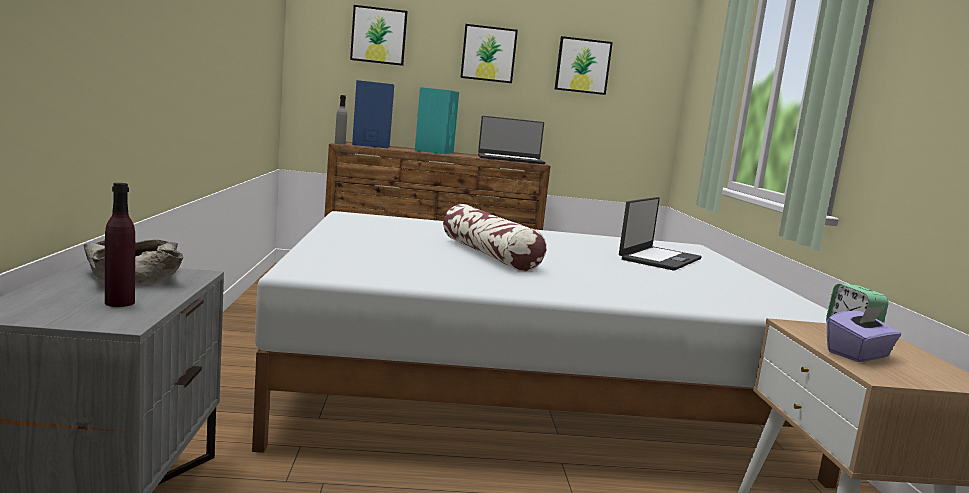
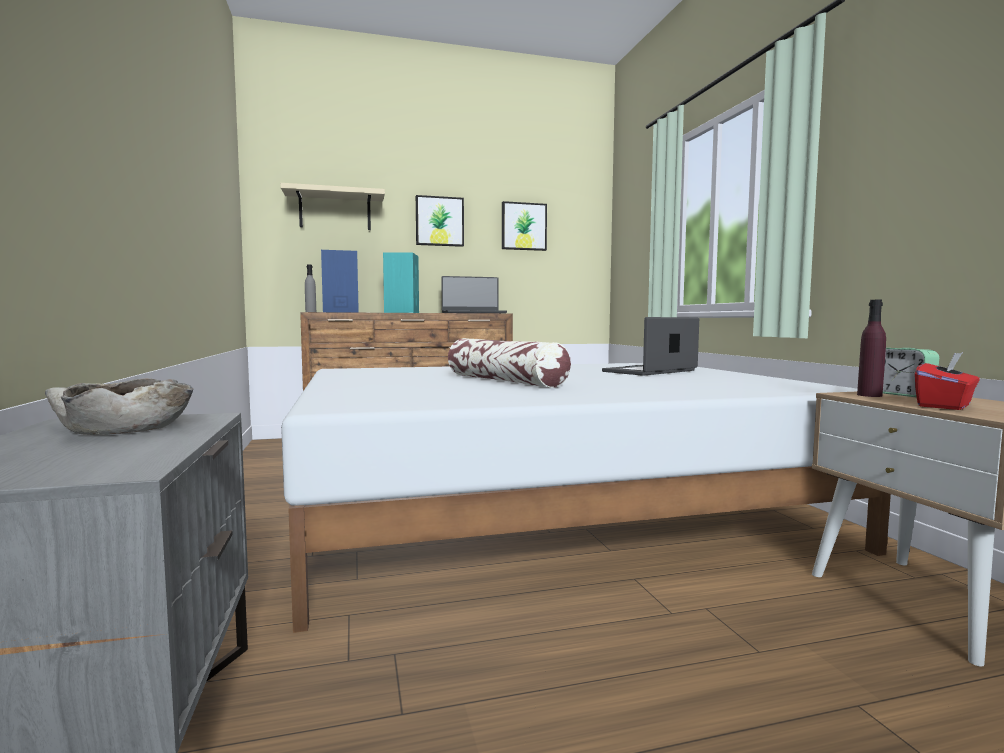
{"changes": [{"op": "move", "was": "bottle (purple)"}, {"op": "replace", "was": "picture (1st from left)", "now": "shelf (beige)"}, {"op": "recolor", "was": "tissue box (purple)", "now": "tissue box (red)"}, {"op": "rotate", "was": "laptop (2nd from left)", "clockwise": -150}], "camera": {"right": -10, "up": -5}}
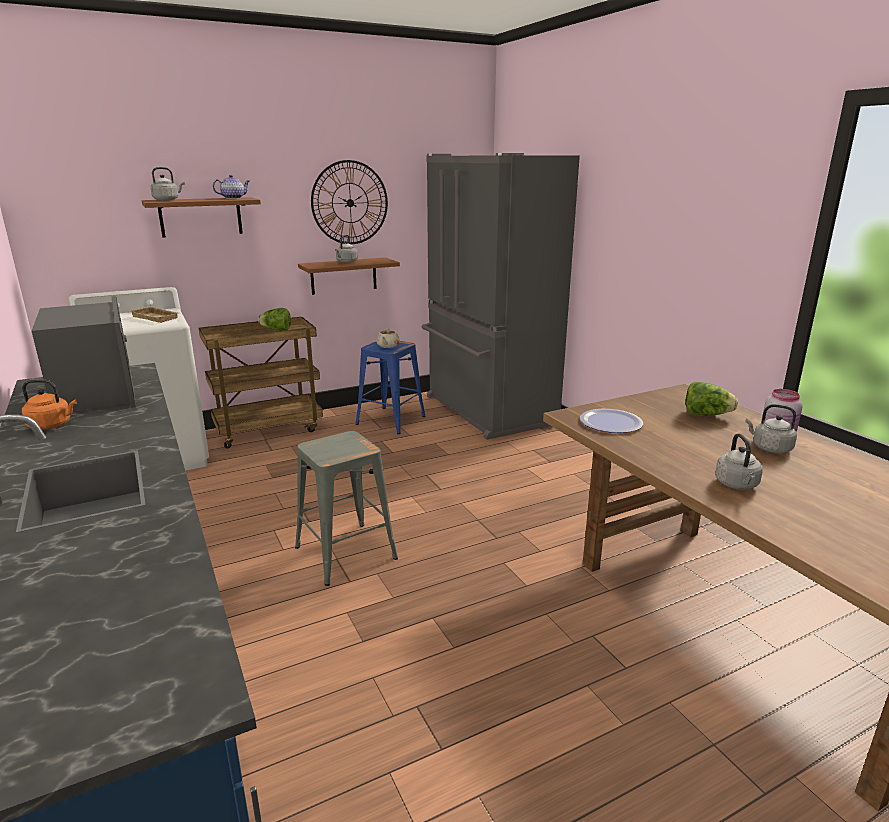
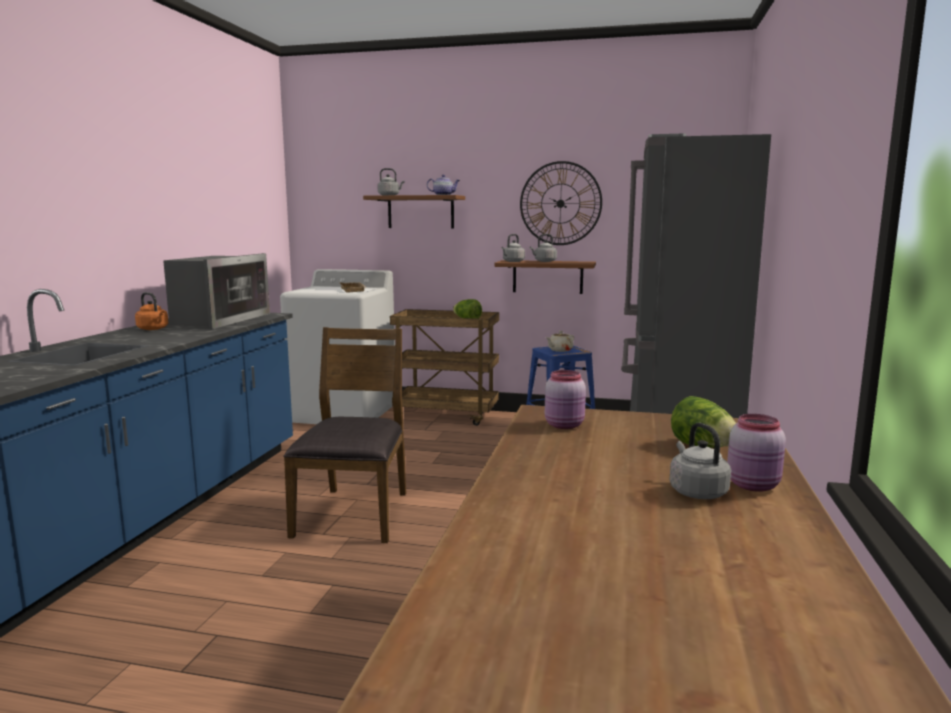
{"changes": [{"op": "move", "was": "kettle (grey) (3rd from left in the first image)", "now": "kettle (grey) (2nd from left)"}, {"op": "replace", "was": "stool (grey)", "now": "chair (brown)"}, {"op": "replace", "was": "plate", "now": "jar (pink) (1st from left)"}], "camera": {"right": 40, "up": -10}}
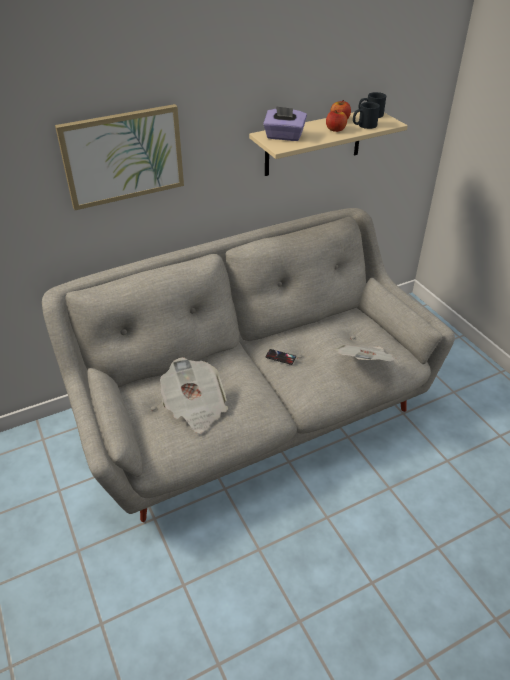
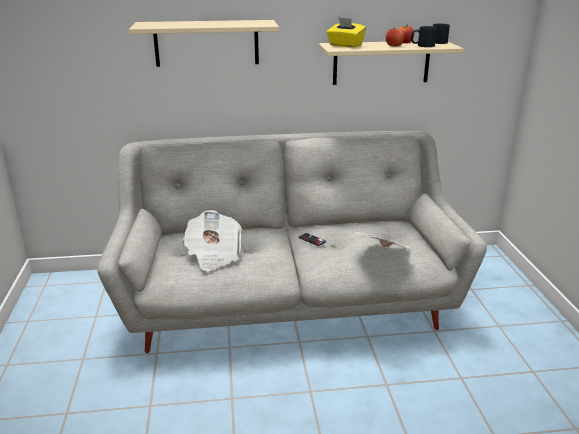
{"changes": [{"op": "replace", "was": "picture", "now": "shelf (beige) (1st from left)"}, {"op": "recolor", "was": "tissue box (purple)", "now": "tissue box (yellow)"}], "camera": {"right": 20, "up": -15}}
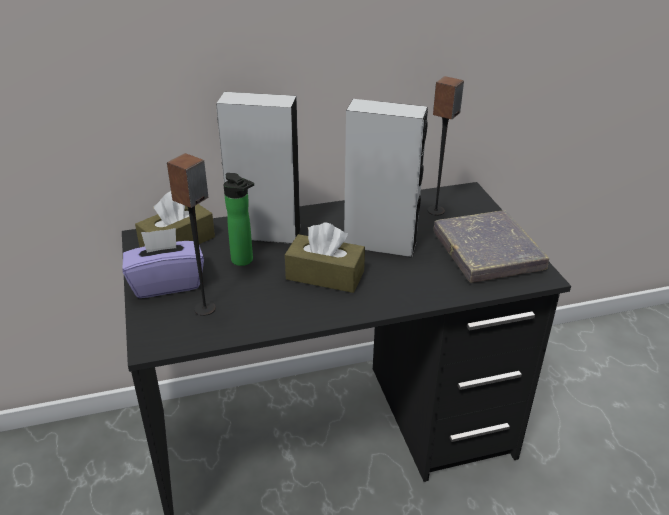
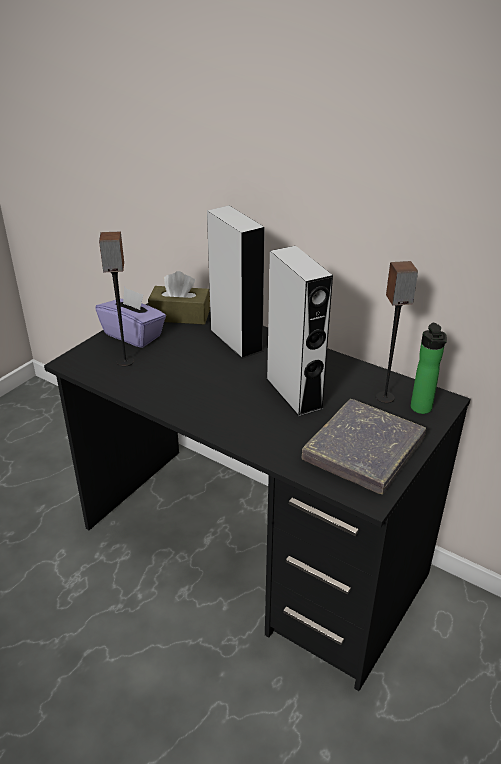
{"changes": [{"op": "delete", "was": "tissue box (brown) (2nd from left)"}, {"op": "move", "was": "bottle"}], "camera": {"right": 50, "up": 0}}
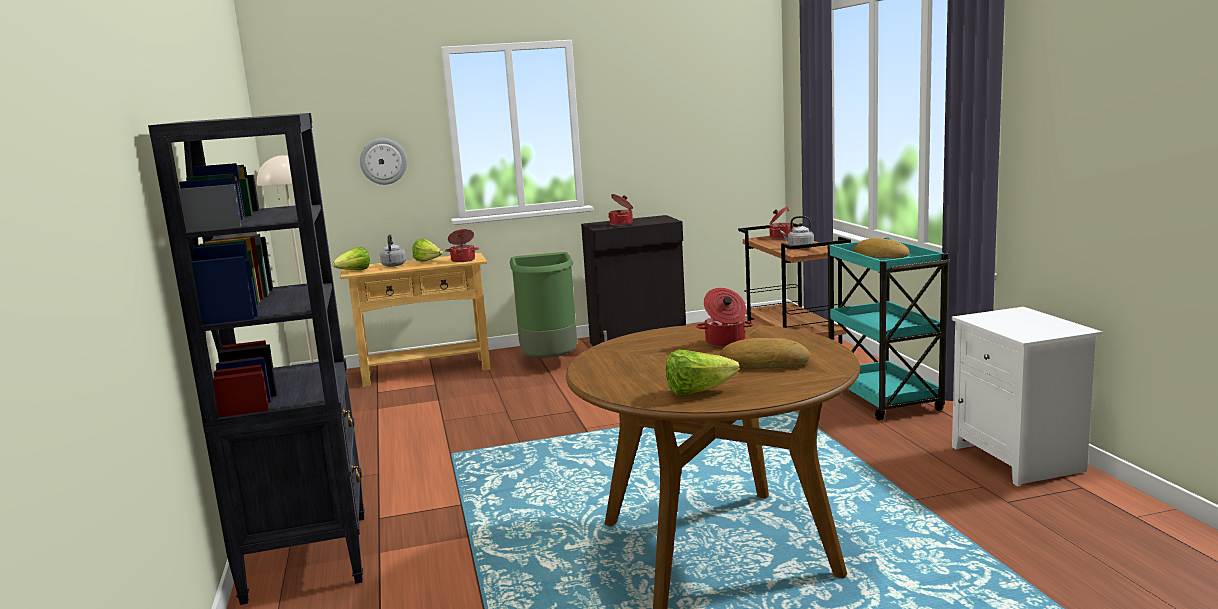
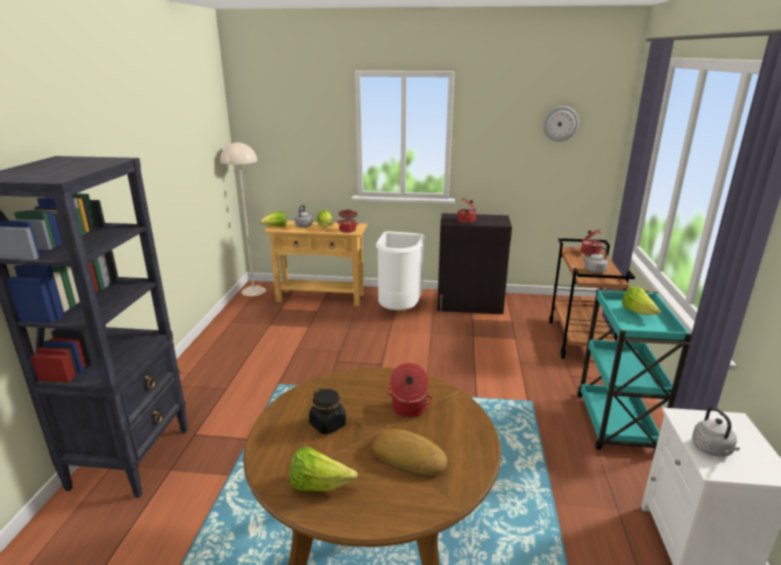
{"changes": [{"op": "insert", "now": "jar (black)"}, {"op": "insert", "now": "kettle (grey) (3rd from left)"}, {"op": "move", "was": "wall clock"}, {"op": "replace", "was": "bread (2nd from left)", "now": "lettuce (4th from left)"}, {"op": "recolor", "was": "trash can (green)", "now": "trash can (white)"}], "camera": {"right": 20, "up": 10}}
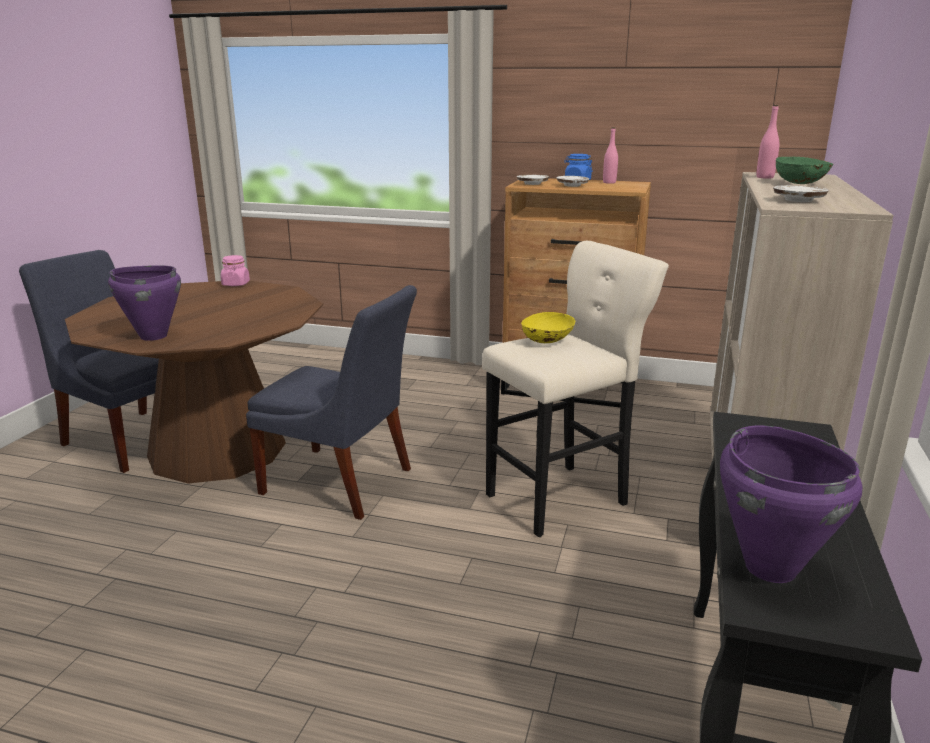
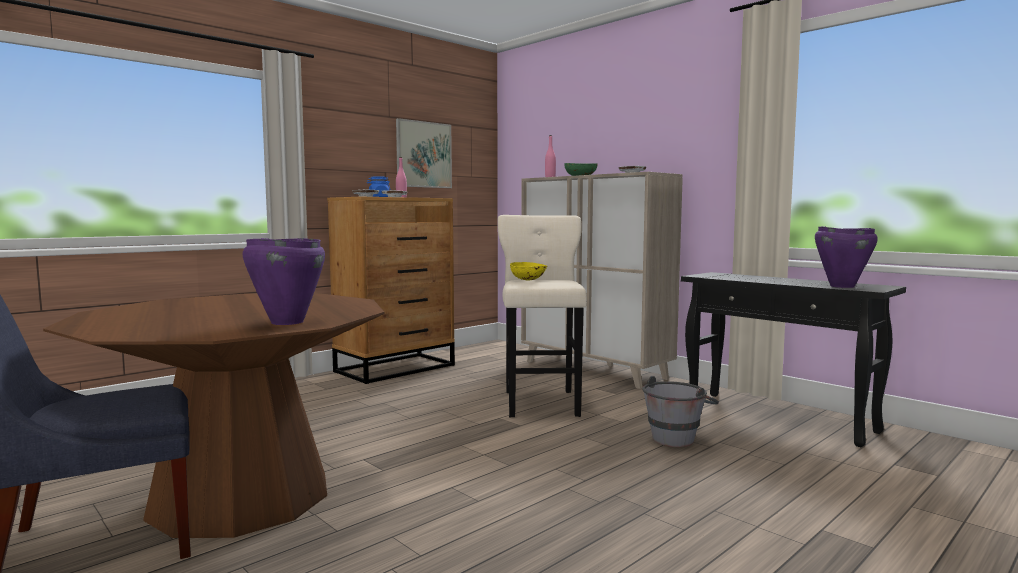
{"changes": [{"op": "delete", "was": "jar (pink)"}, {"op": "delete", "was": "chair (blue) (2nd from left)"}, {"op": "insert", "now": "picture"}, {"op": "insert", "now": "bucket (grey)"}], "camera": {"right": -60, "up": -15}}
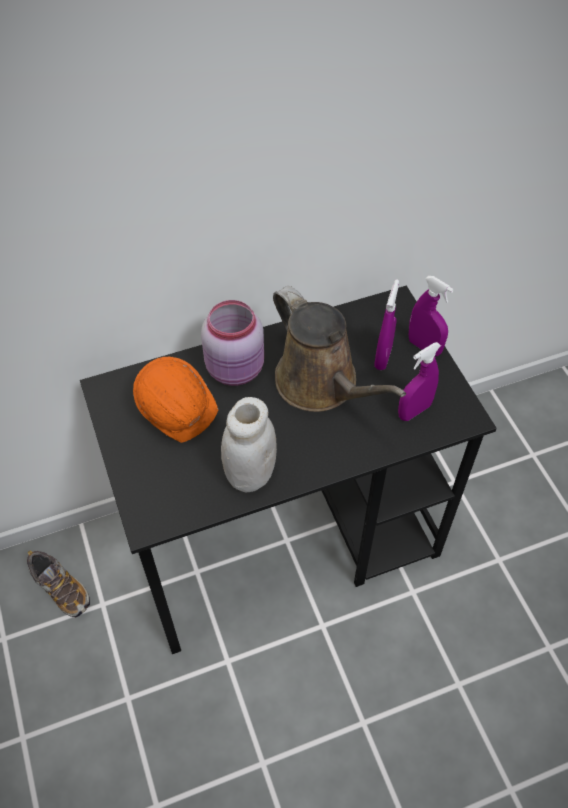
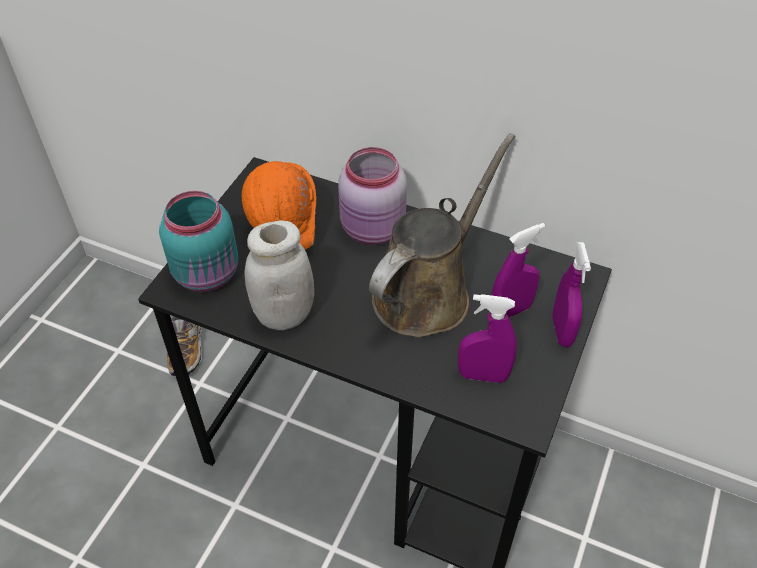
{"changes": [{"op": "insert", "now": "jar (turquoise)"}, {"op": "rotate", "was": "watering can (brown)", "clockwise": -150}], "camera": {"right": 45, "up": -5}}
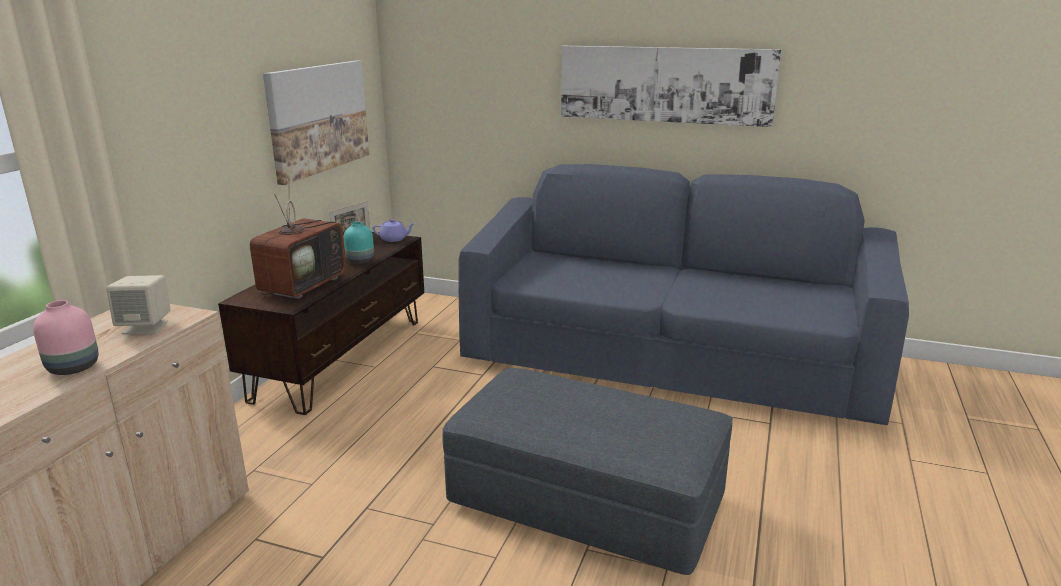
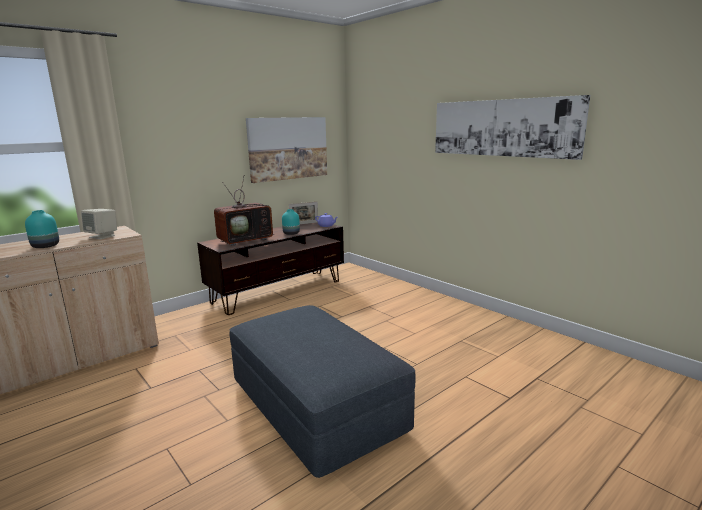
{"changes": [{"op": "delete", "was": "sofa (blue)"}, {"op": "recolor", "was": "vase (pink)", "now": "vase (turquoise) (1st from left)"}], "camera": {"right": 30, "up": -5}}
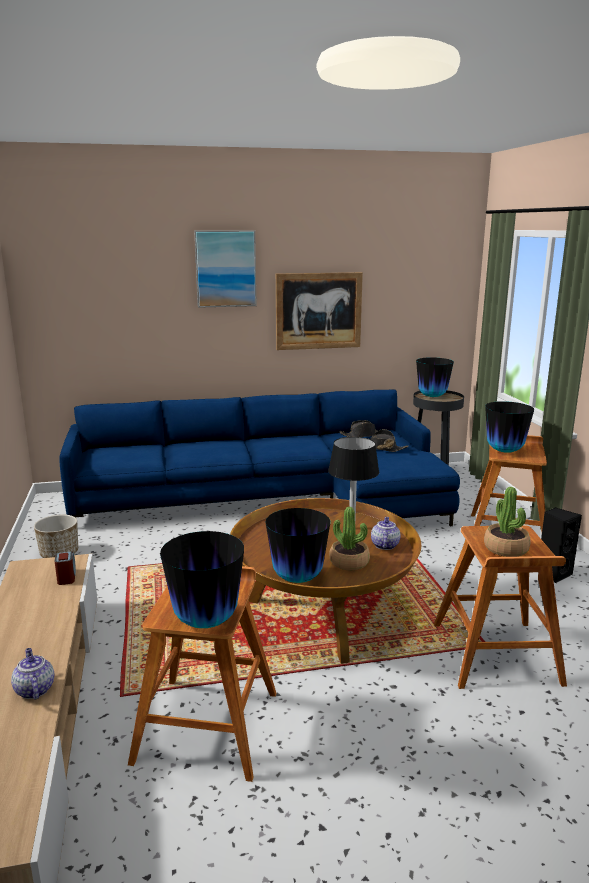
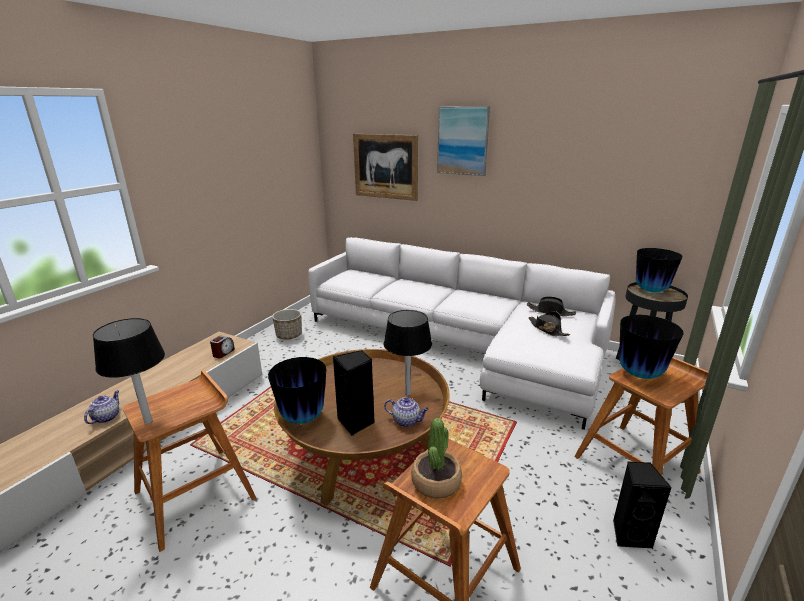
{"changes": [{"op": "move", "was": "picture (2nd from left in the first image)", "now": "picture (1st from left)"}, {"op": "replace", "was": "vase (1st from left)", "now": "table lamp (black) (1st from left)"}, {"op": "replace", "was": "potted plant (1st from left)", "now": "speaker (black) (1st from left)"}, {"op": "recolor", "was": "sofa (blue)", "now": "sofa (white)"}, {"op": "rotate", "was": "teapot (2nd from left)", "clockwise": 60}], "camera": {"right": 40, "up": 5}}
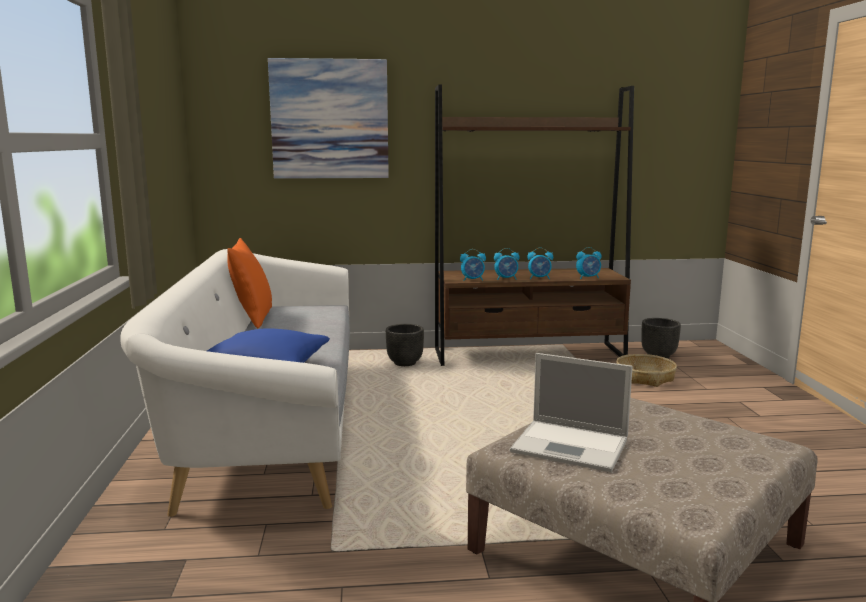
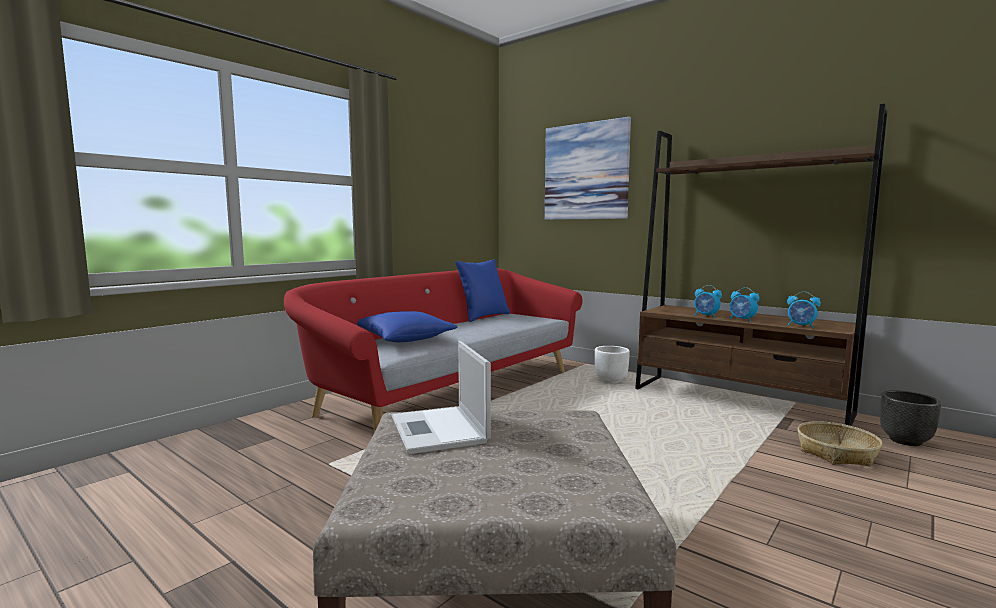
{"changes": [{"op": "delete", "was": "alarm clock (1st from left)"}, {"op": "recolor", "was": "sofa (white)", "now": "sofa (red)"}, {"op": "recolor", "was": "pillow (orange)", "now": "pillow (blue) (2nd from left)"}, {"op": "recolor", "was": "planter (black) (1st from left)", "now": "planter (white)"}], "camera": {"right": 45, "up": -5}}
